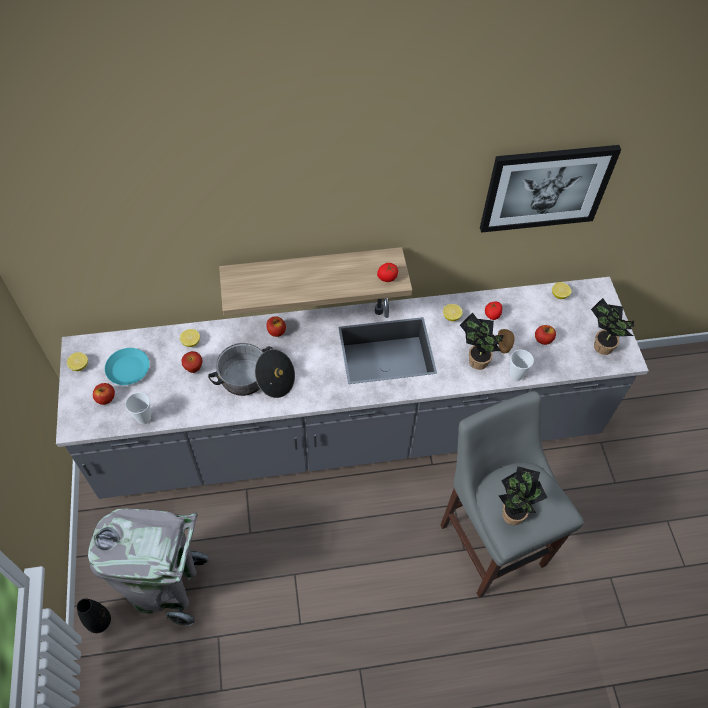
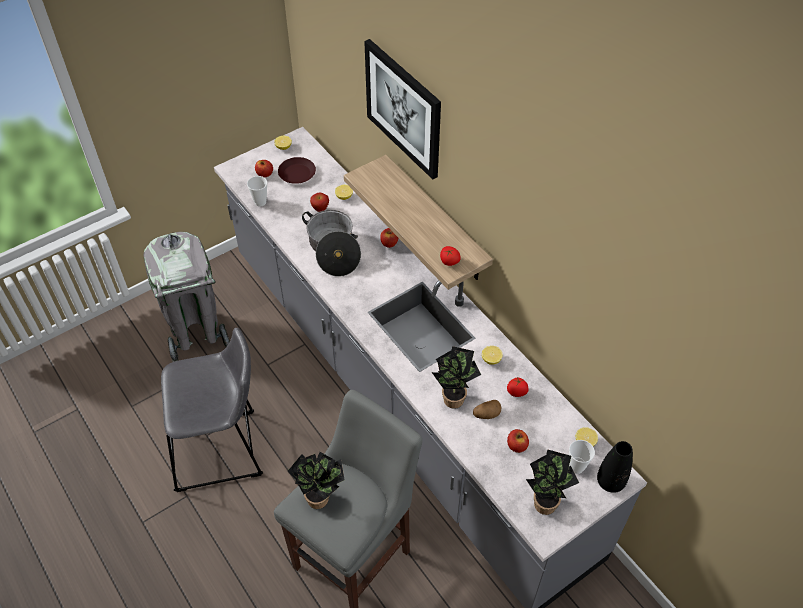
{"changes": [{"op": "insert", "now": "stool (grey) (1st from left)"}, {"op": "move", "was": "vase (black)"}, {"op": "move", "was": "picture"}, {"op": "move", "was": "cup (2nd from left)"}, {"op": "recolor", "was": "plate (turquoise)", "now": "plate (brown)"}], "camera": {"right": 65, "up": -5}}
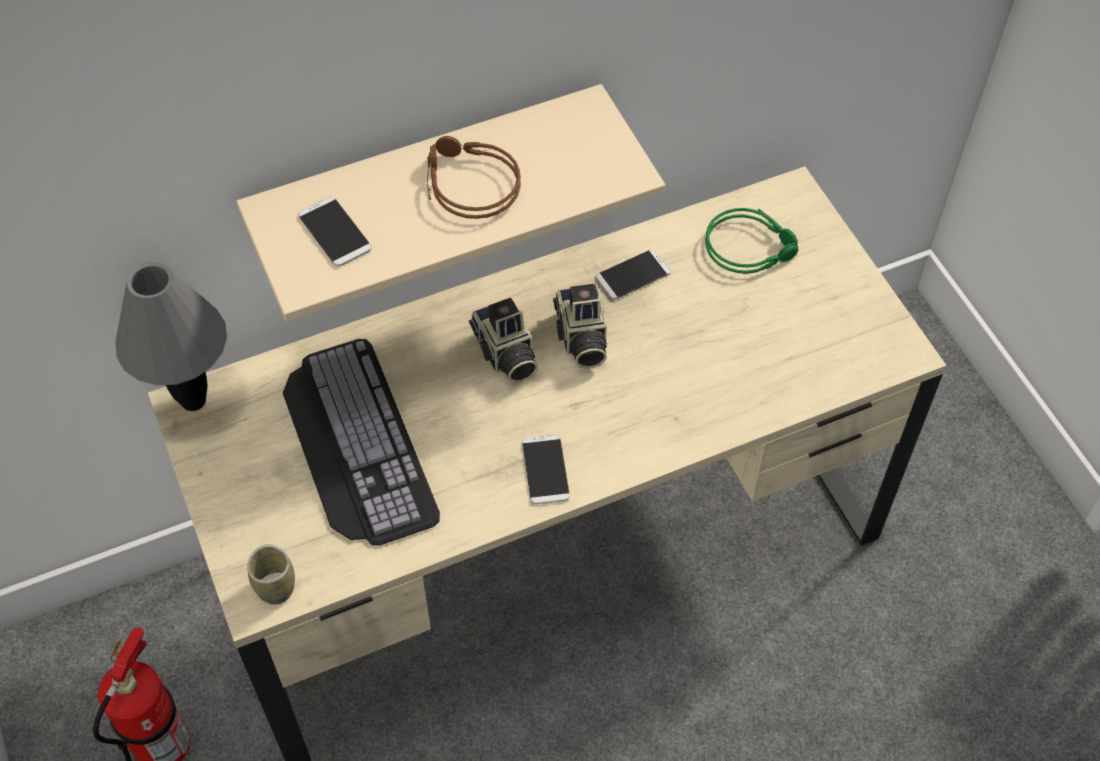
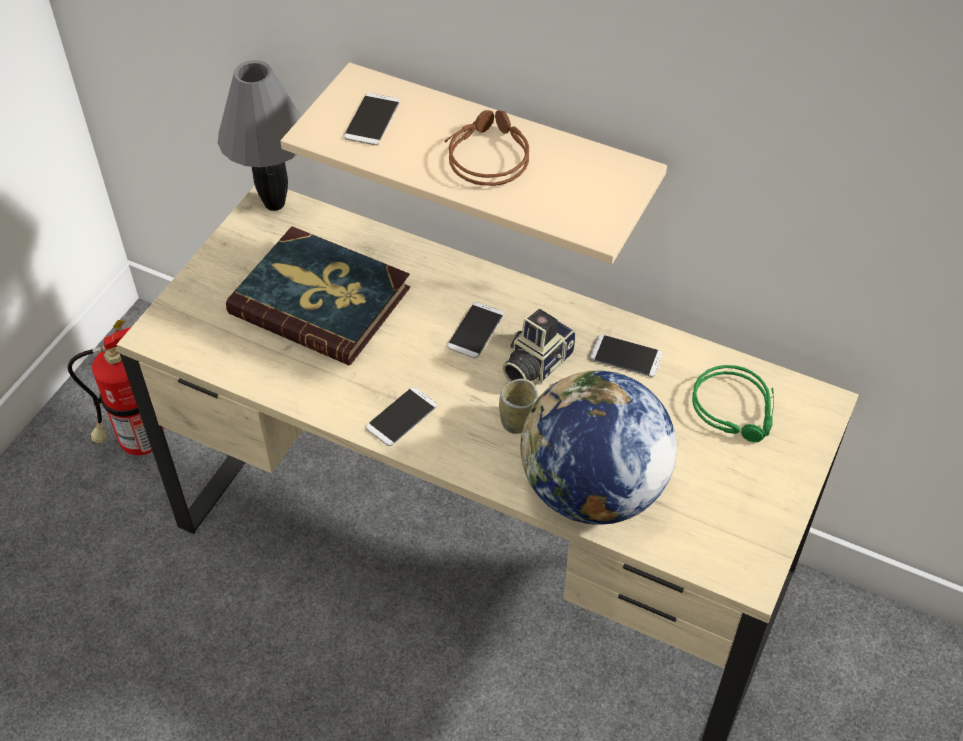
{"changes": [{"op": "insert", "now": "globe"}, {"op": "move", "was": "cup"}, {"op": "replace", "was": "keyboard", "now": "book"}, {"op": "replace", "was": "photo camera (1st from left)", "now": "phone (3rd from left)"}], "camera": {"right": 50, "up": -5}}
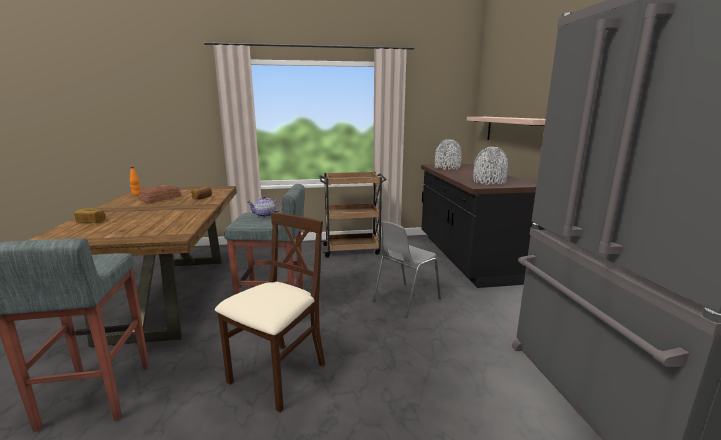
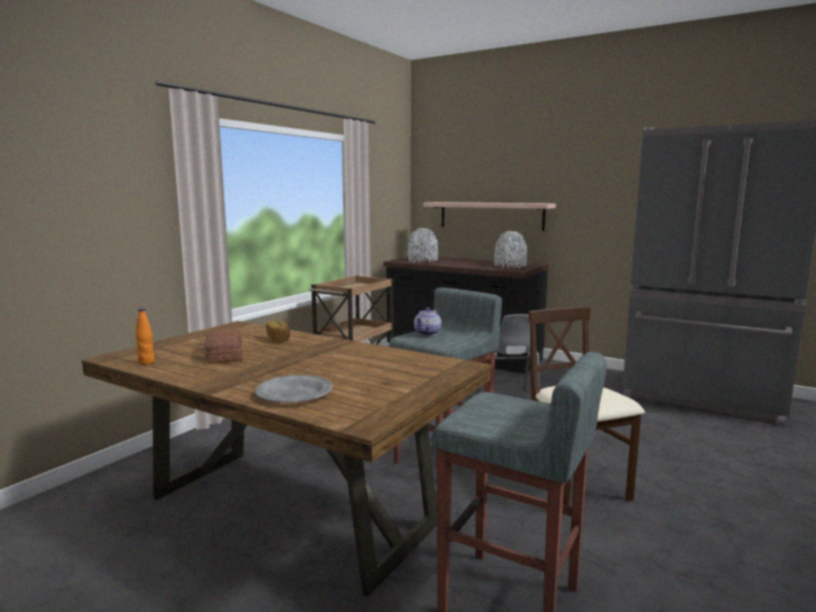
{"changes": [{"op": "replace", "was": "bread (1st from left)", "now": "plate (grey)"}], "camera": {"right": -50, "up": -5}}
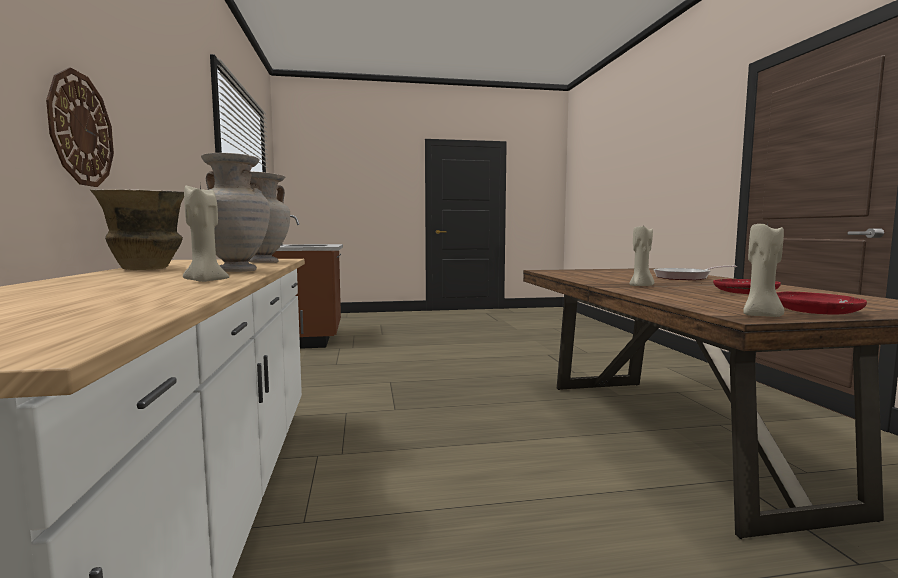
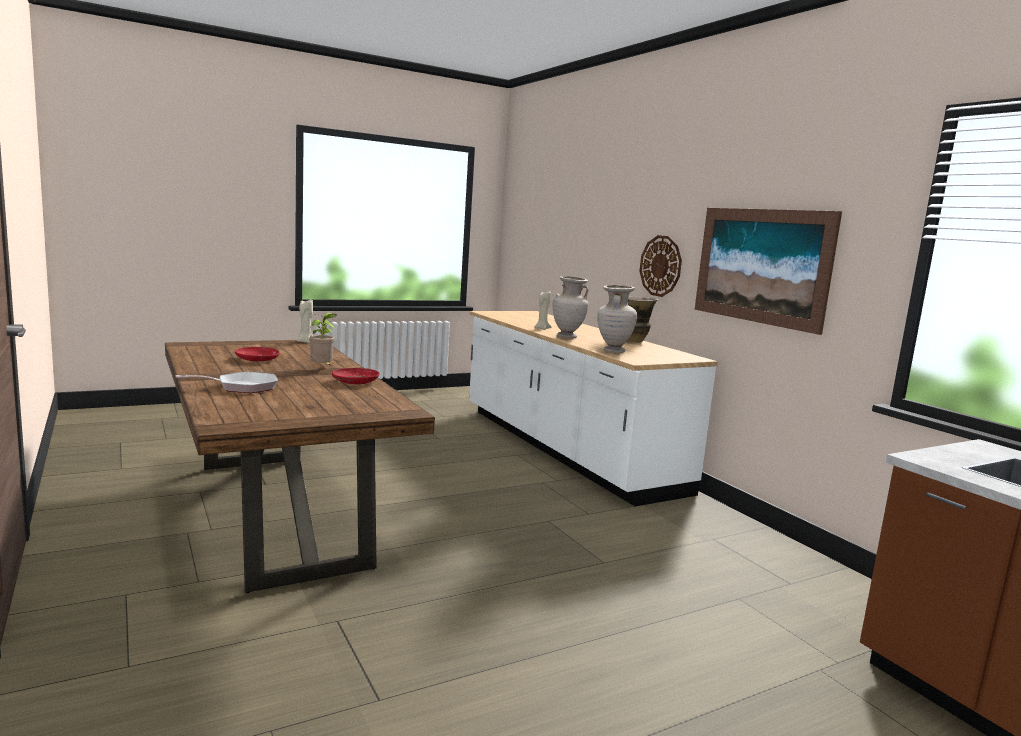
{"changes": [{"op": "insert", "now": "picture"}, {"op": "move", "was": "plate (red) (2nd from left)"}, {"op": "replace", "was": "candle (beige) (2nd from left)", "now": "potted plant"}], "camera": {"right": 160, "up": 5}}
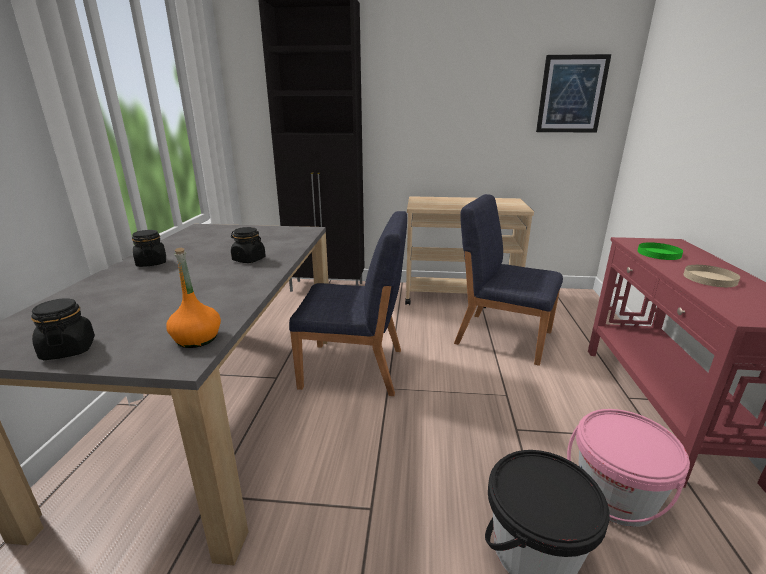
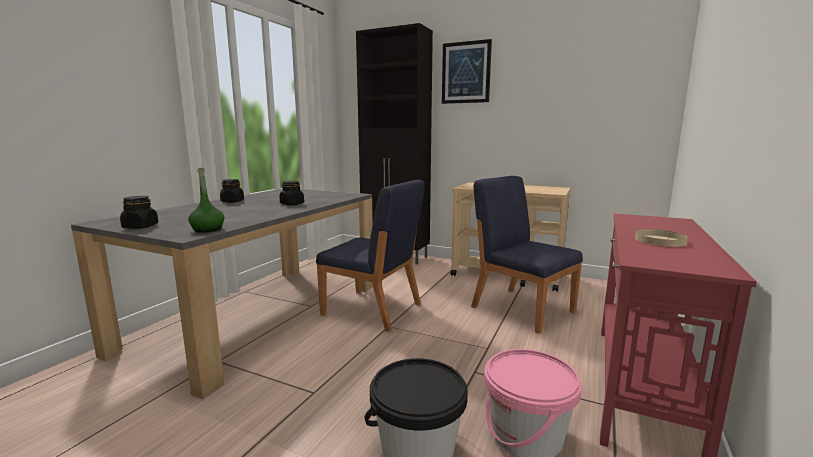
{"changes": [{"op": "delete", "was": "plate (green)"}, {"op": "move", "was": "picture"}, {"op": "recolor", "was": "bottle (orange)", "now": "bottle (green)"}], "camera": {"right": 20, "up": -10}}
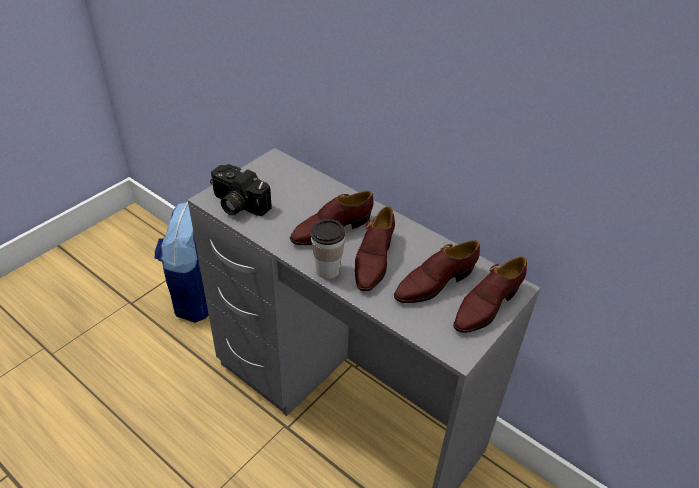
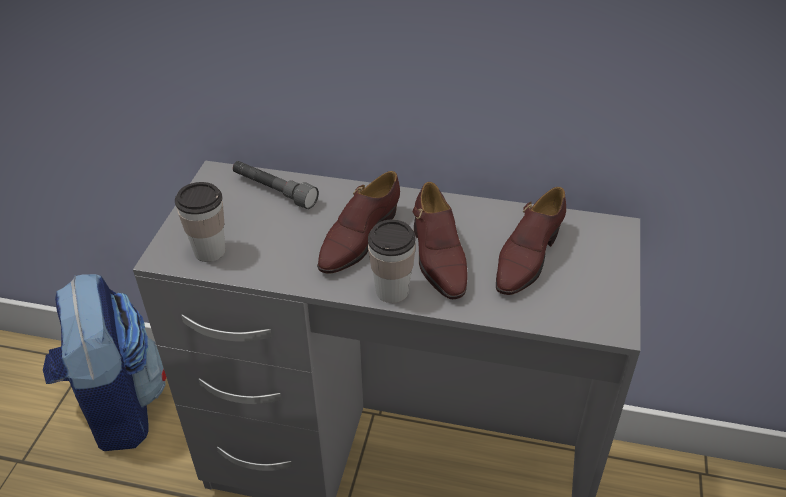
{"changes": [{"op": "delete", "was": "shoe (brown) (4th from left)"}, {"op": "insert", "now": "flashlight (grey)"}, {"op": "replace", "was": "photo camera", "now": "cup (1st from left)"}], "camera": {"right": -25, "up": 0}}
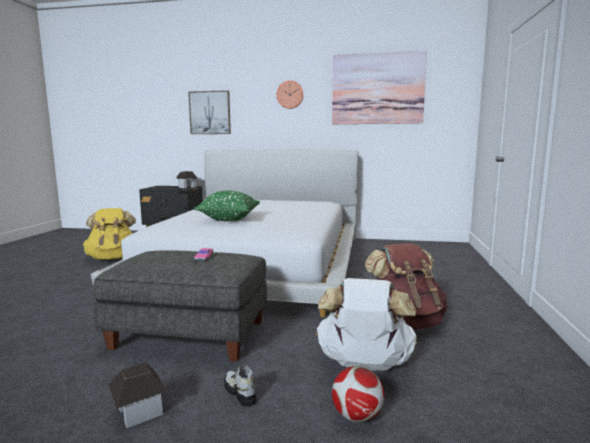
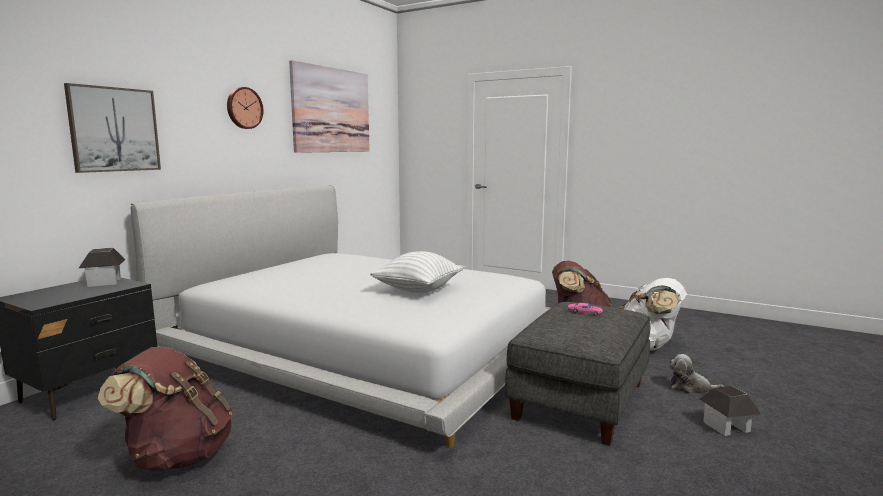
{"changes": [{"op": "delete", "was": "football"}, {"op": "replace", "was": "shoe", "now": "plush toy"}, {"op": "recolor", "was": "backpack (yellow)", "now": "backpack (brown) (1st from left)"}, {"op": "recolor", "was": "pillow (green)", "now": "pillow (white)"}], "camera": {"right": -70, "up": 0}}
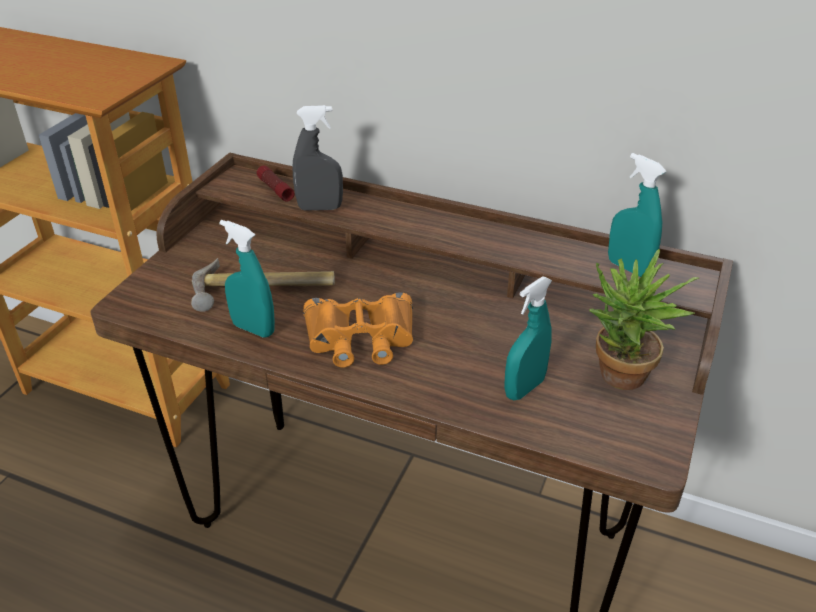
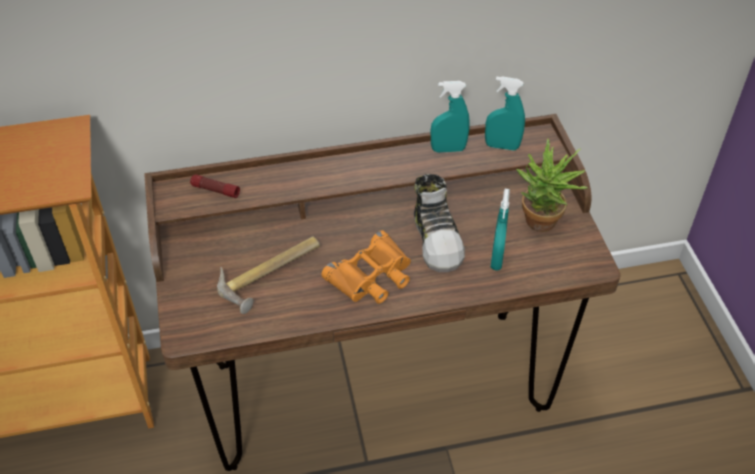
{"changes": [{"op": "delete", "was": "spray bottle (grey)"}, {"op": "insert", "now": "shoe"}, {"op": "move", "was": "spray bottle (turquoise) (1st from left)"}], "camera": {"right": -35, "up": 10}}
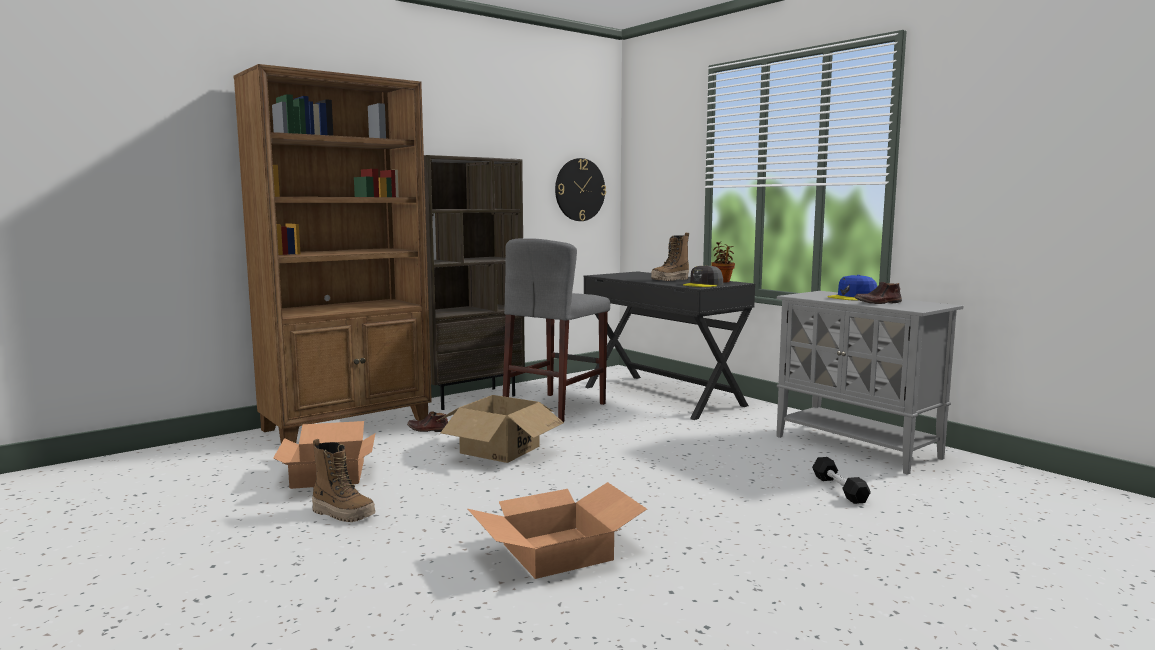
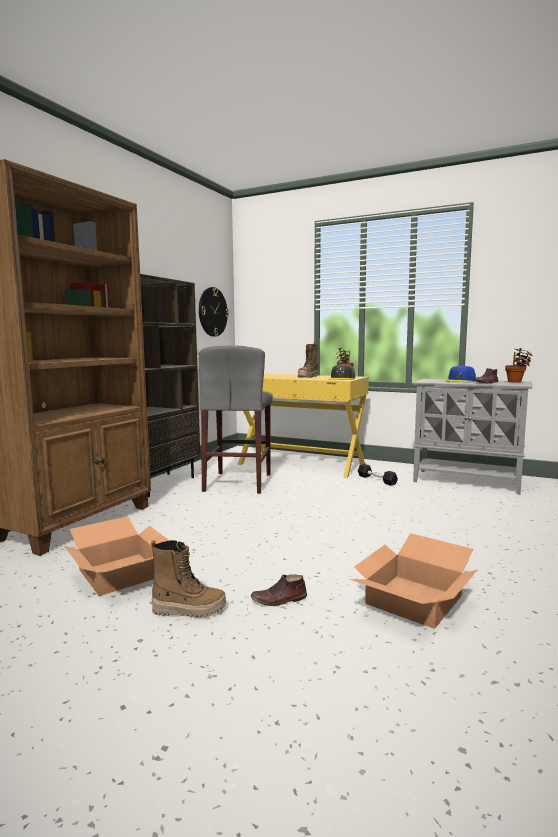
{"changes": [{"op": "delete", "was": "cardboard box (2nd from left)"}, {"op": "insert", "now": "potted plant (2nd from left)"}, {"op": "move", "was": "shoe (brown) (1st from left)"}, {"op": "move", "was": "dumbbell (black)"}, {"op": "recolor", "was": "desk (black)", "now": "desk (yellow)"}], "camera": {"right": -25, "up": 0}}
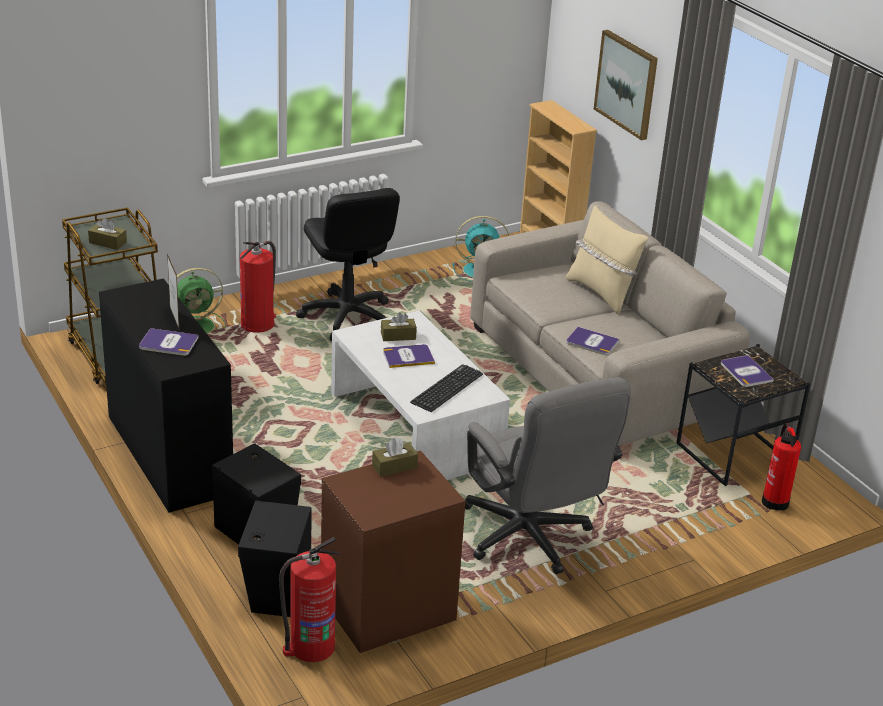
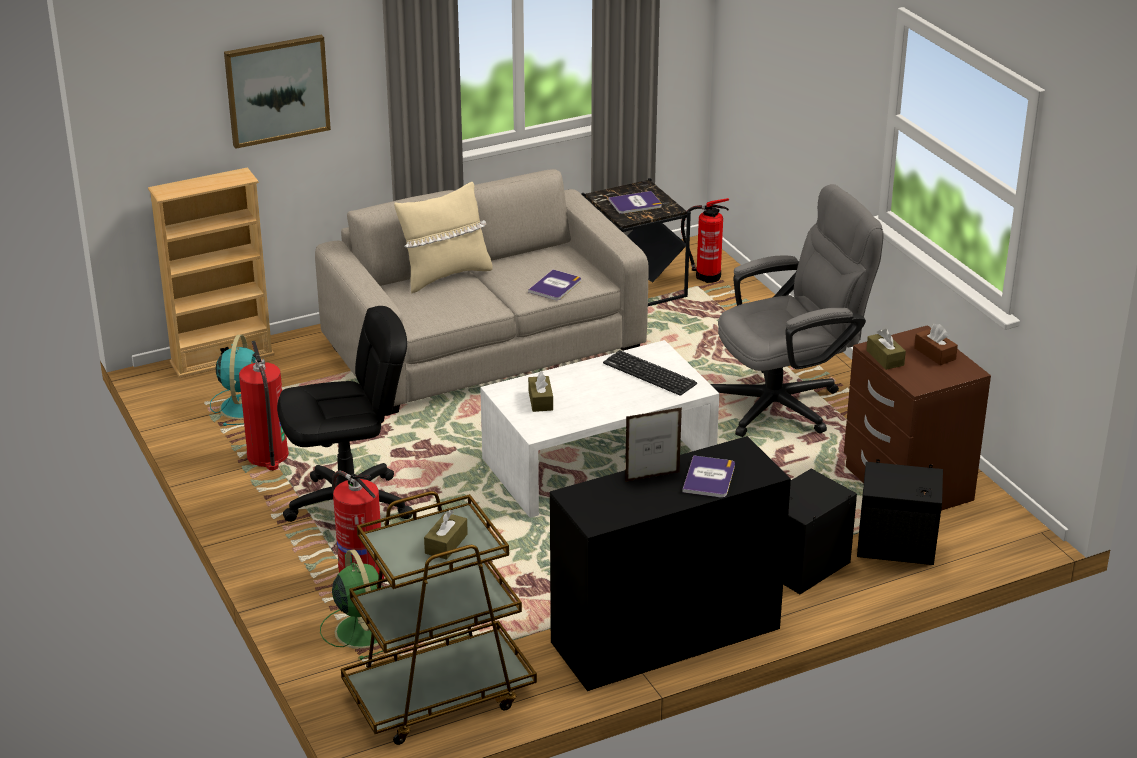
{"changes": [{"op": "delete", "was": "book (2nd from left)"}, {"op": "insert", "now": "tissue box (brown) (4th from left)"}, {"op": "move", "was": "fire extinguisher (2nd from left in the first image)", "now": "fire extinguisher (1st from left)"}], "camera": {"right": -85, "up": 0}}
